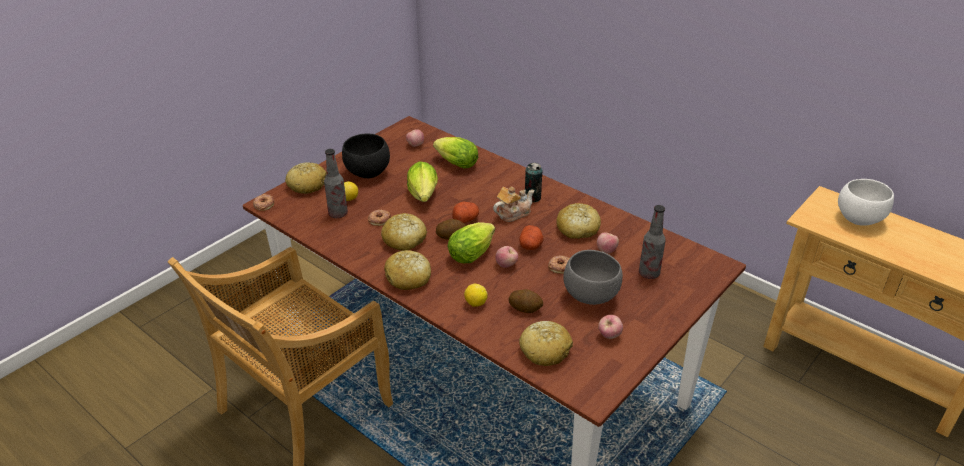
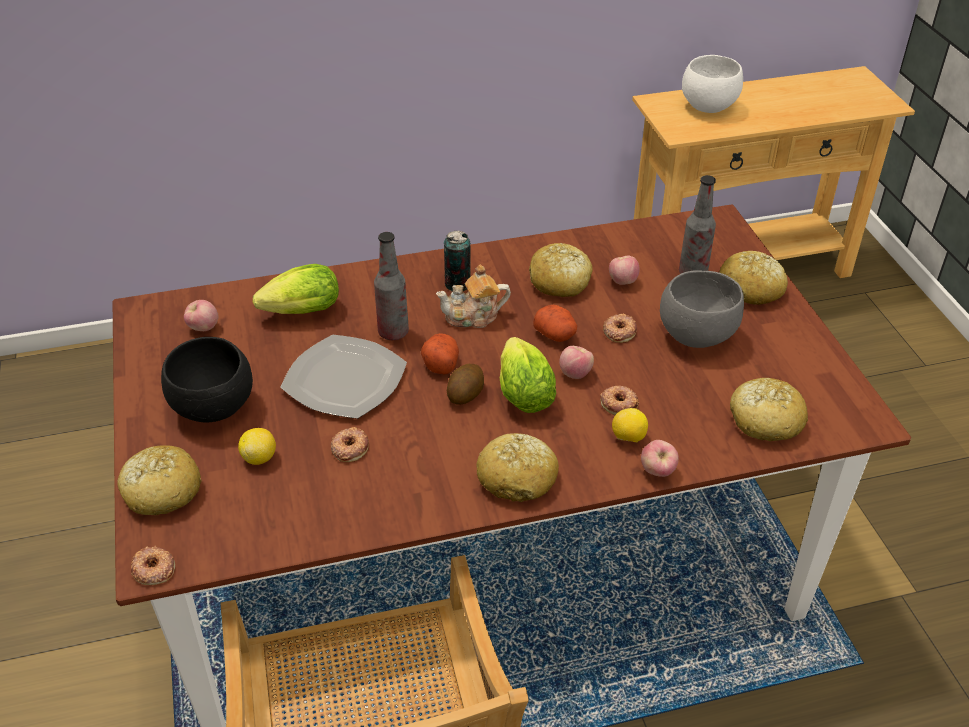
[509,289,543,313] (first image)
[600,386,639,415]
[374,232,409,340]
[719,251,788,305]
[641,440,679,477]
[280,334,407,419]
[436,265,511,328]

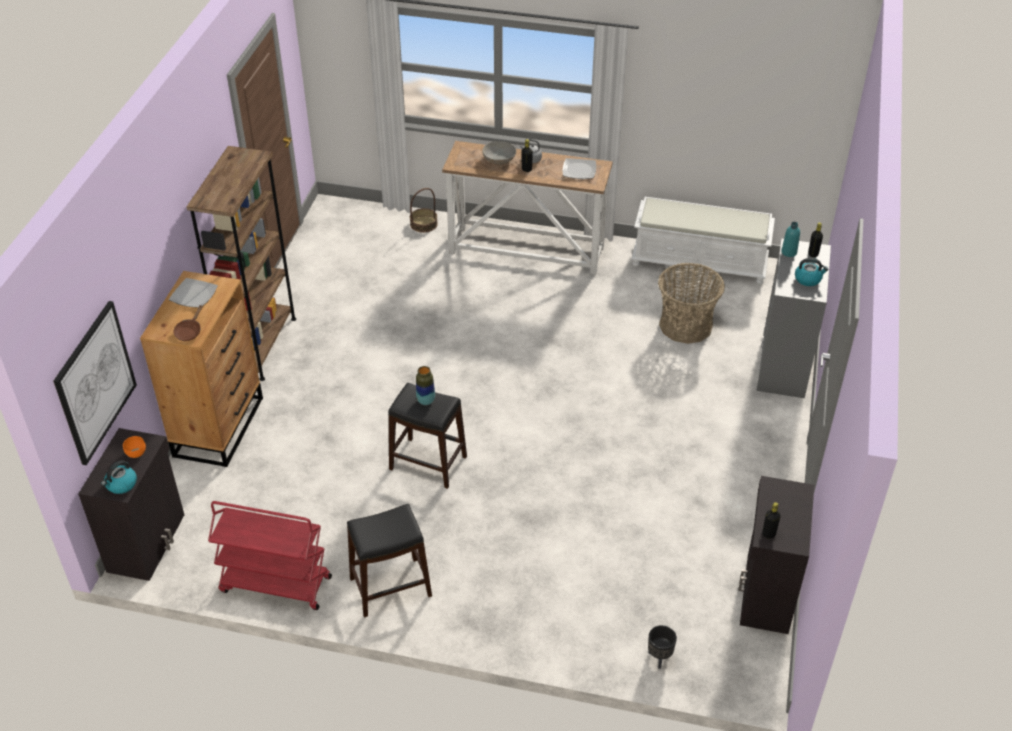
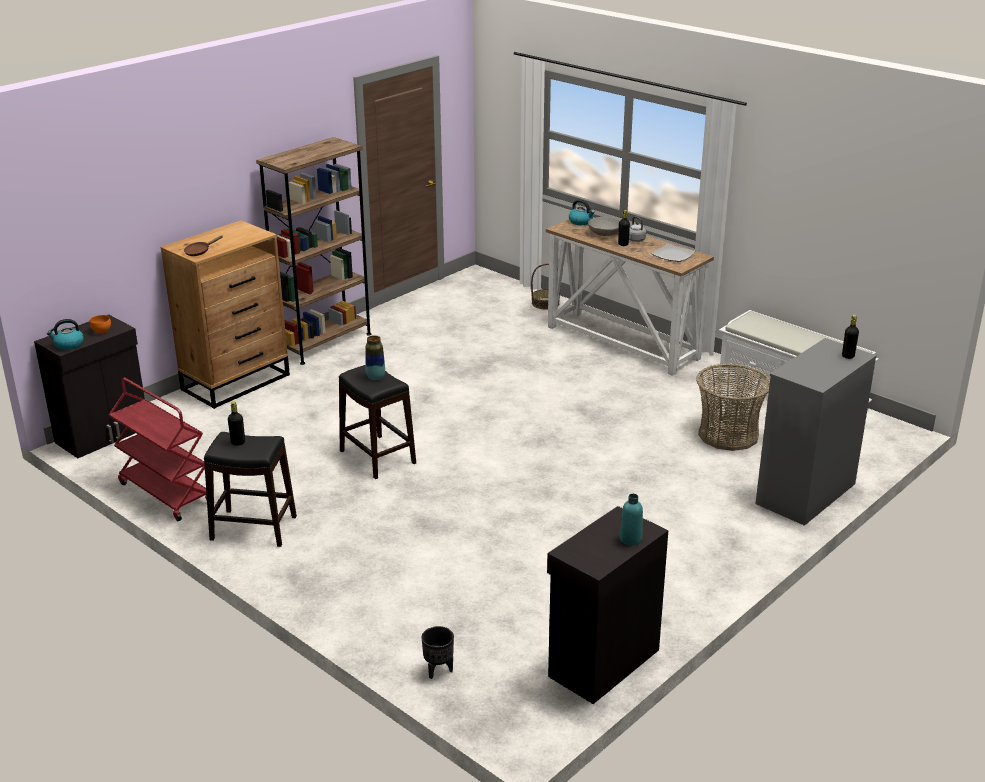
[53,301,137,465] (first image)
[169,278,218,308] (first image)
[228,402,245,446]
[620,494,643,546]
[569,199,595,225]

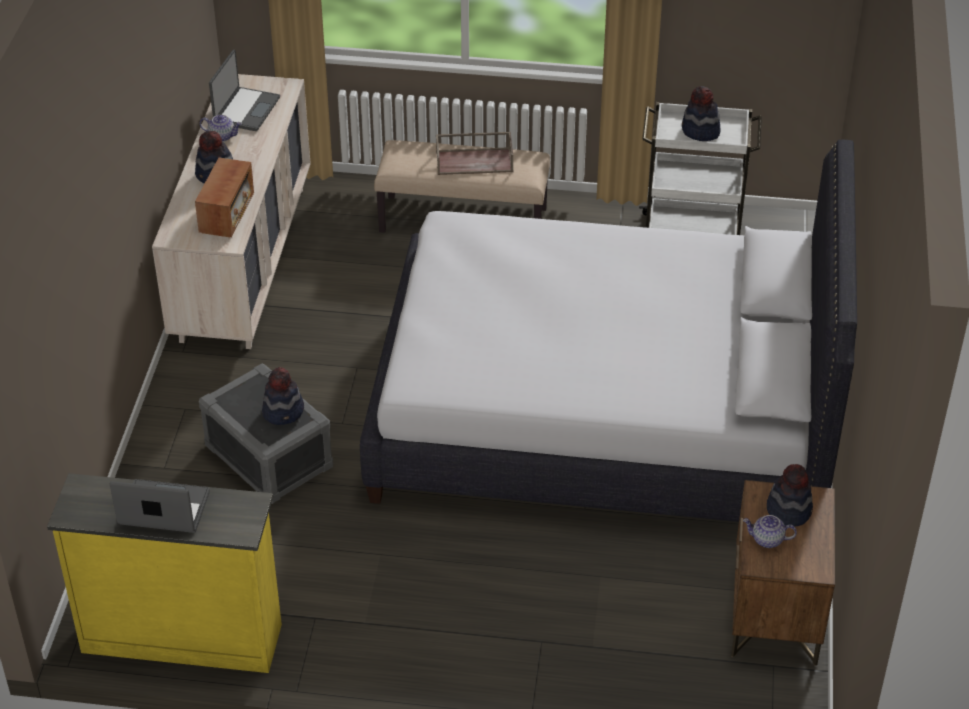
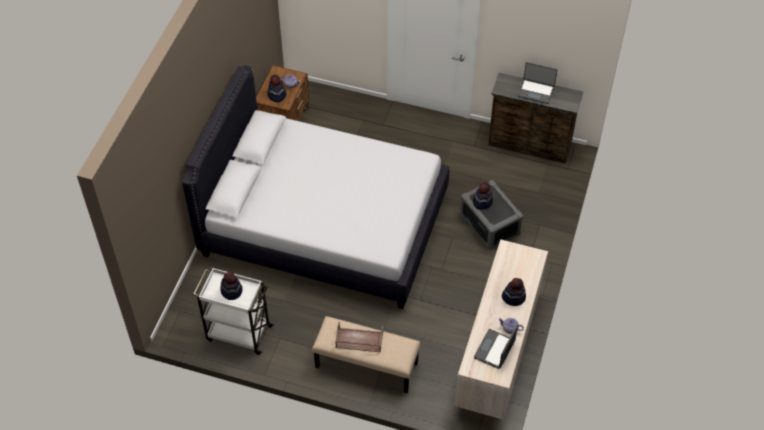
[195,158,254,237] (first image)
[488,73,583,164]

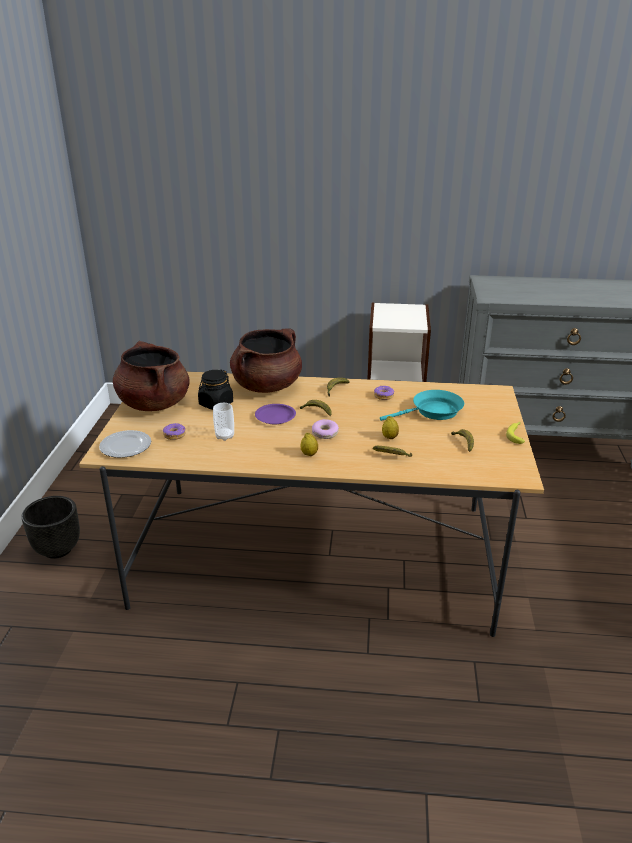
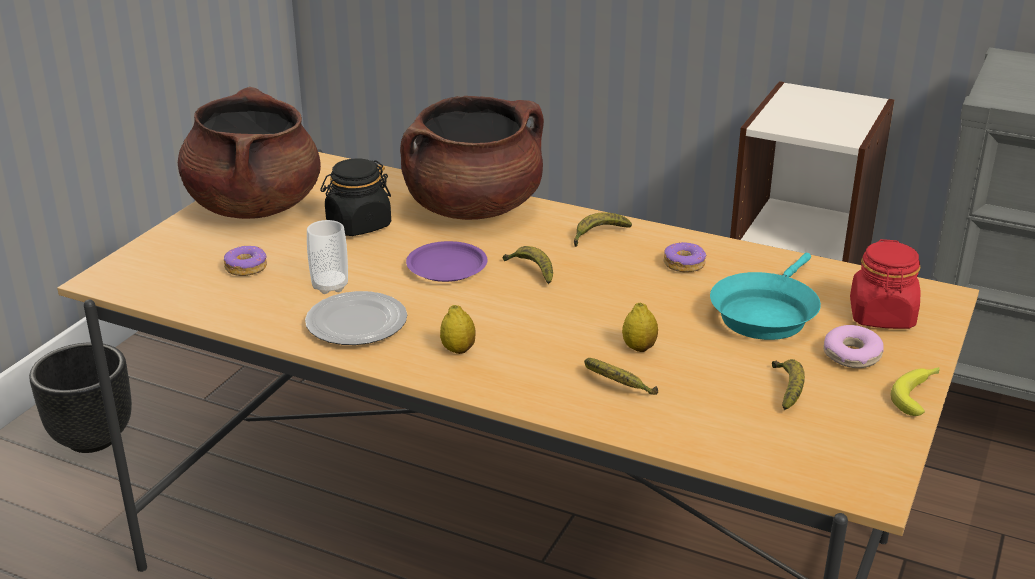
[850,239,920,329]
[305,291,407,345]
[823,325,884,368]
[710,253,821,340]

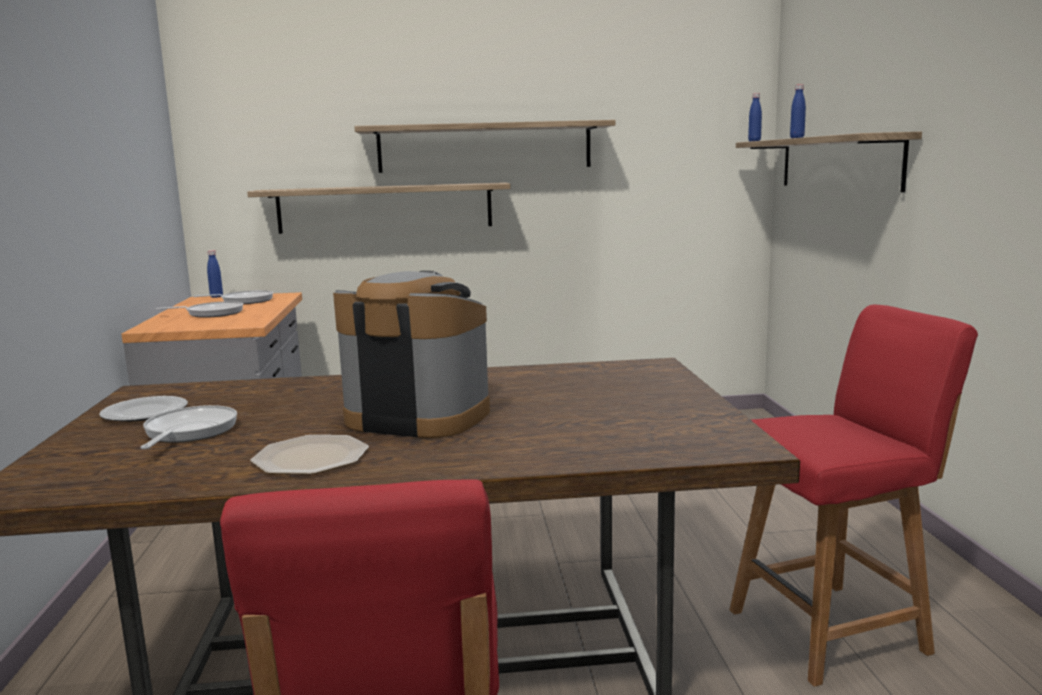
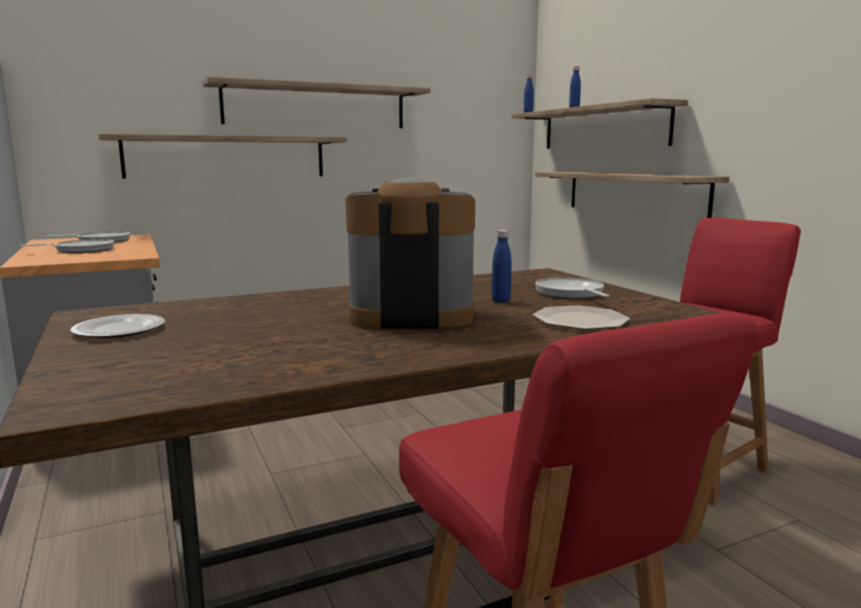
[535,172,730,218]
[535,277,610,299]
[492,230,512,303]
[533,305,630,330]

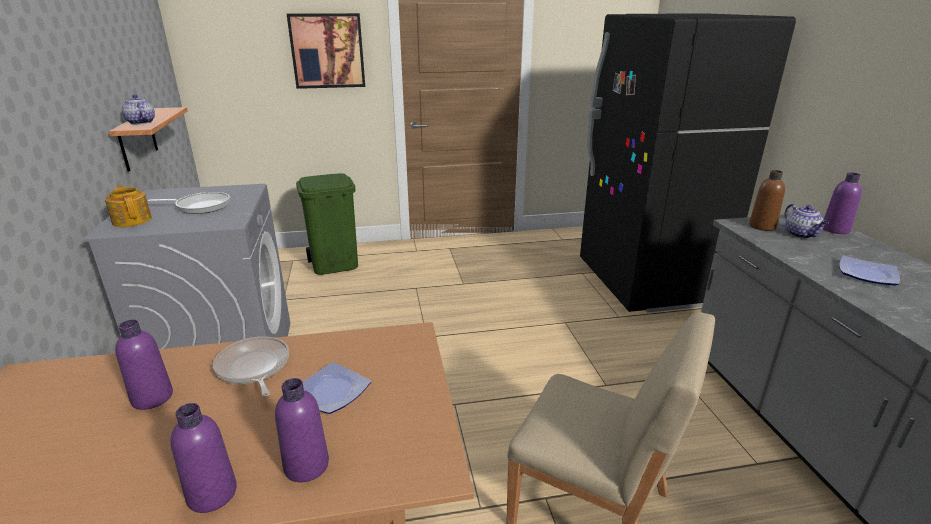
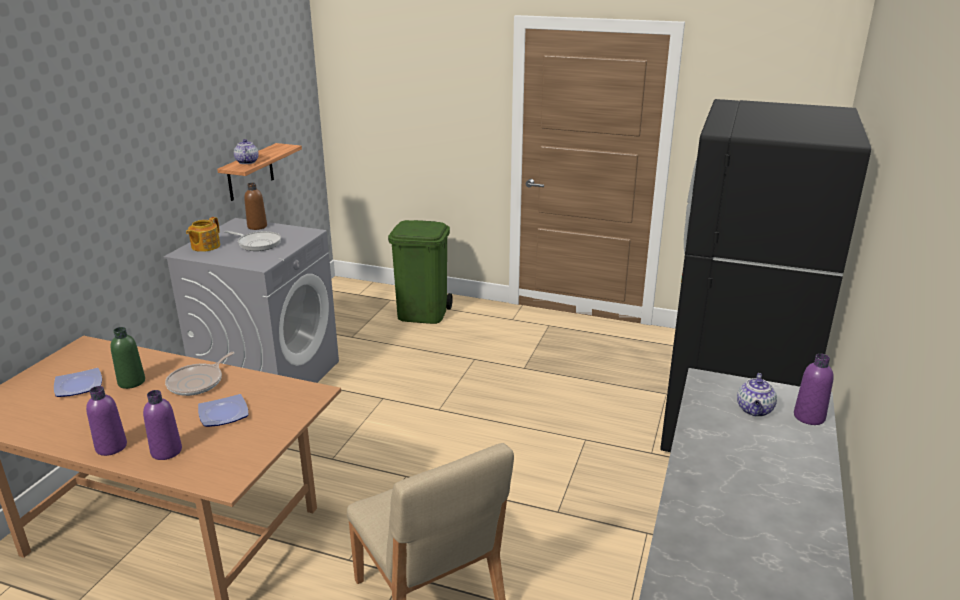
[287,13,365,89] (first image)
[244,183,267,230]
[54,368,102,397]
[111,327,145,389]
[186,217,220,252]
[165,352,235,396]

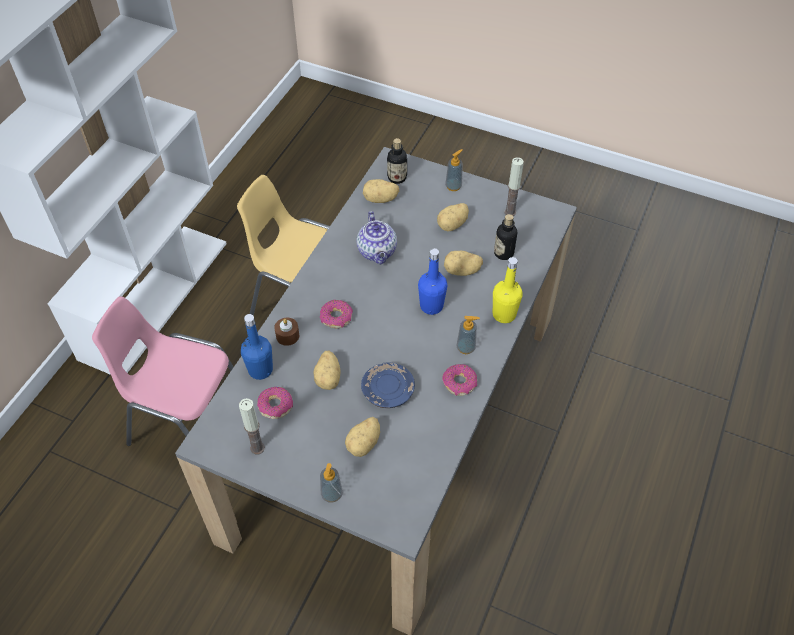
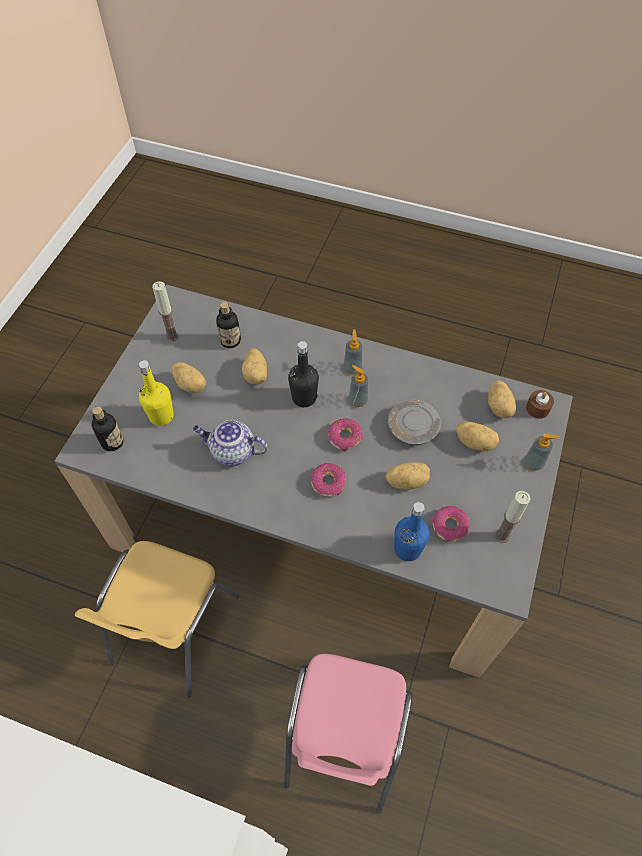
[526,390,554,419]
[488,380,516,418]
[328,419,363,451]
[349,365,368,407]
[139,360,174,426]
[388,399,441,445]
[288,341,319,407]
[193,420,268,466]

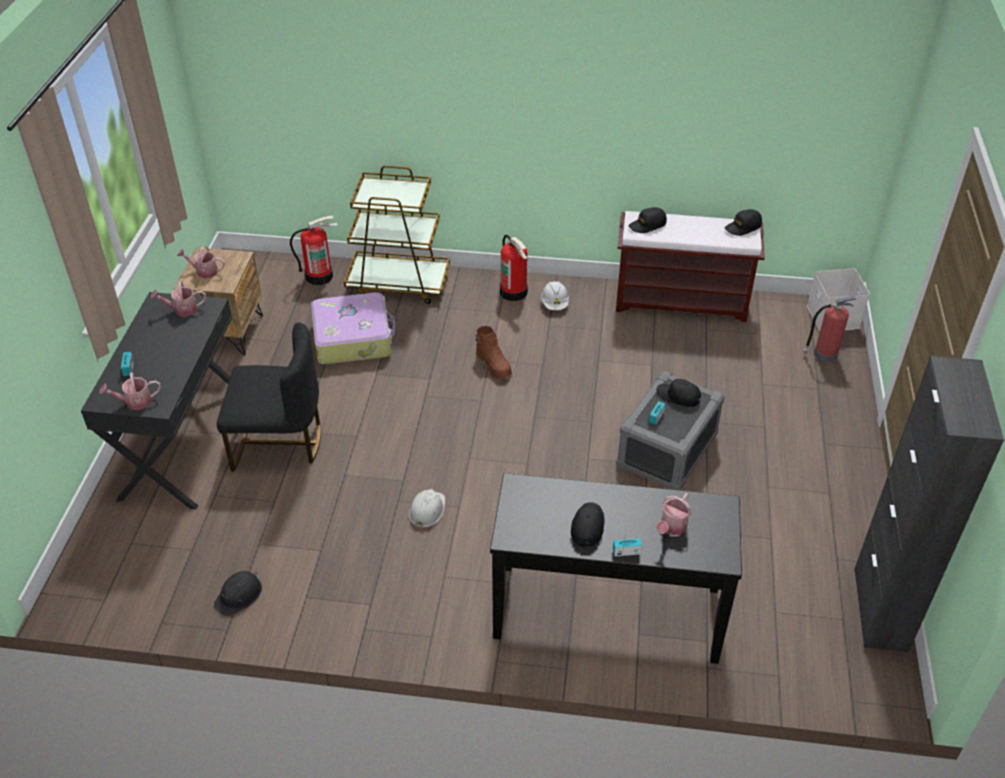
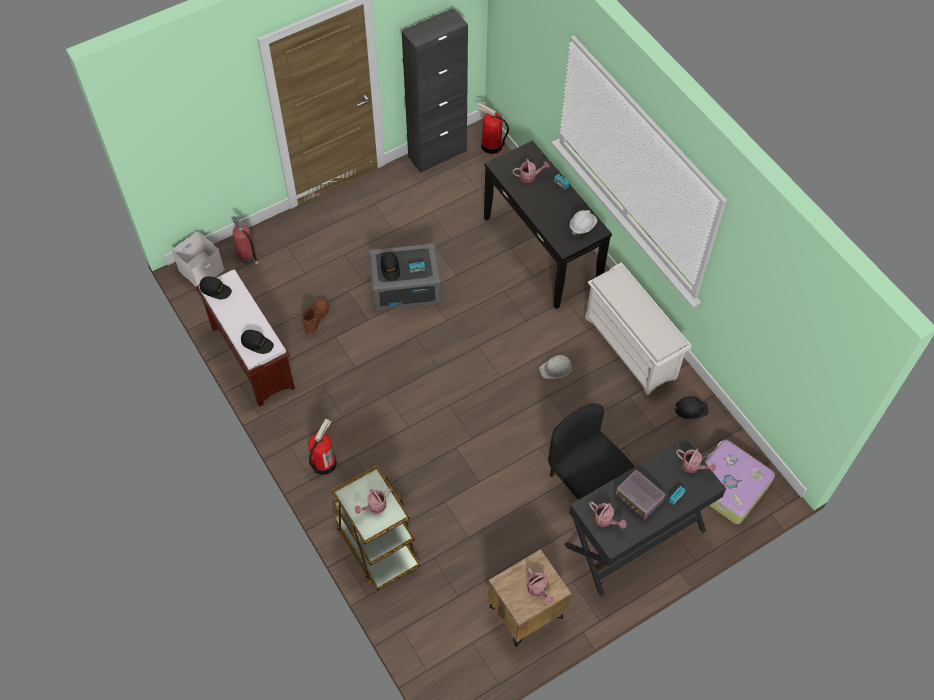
[571,502,605,547] (first image)
[355,488,392,514]
[585,262,692,395]
[615,470,666,520]
[476,103,509,154]
[702,440,775,524]
[301,299,329,334]
[570,210,598,235]

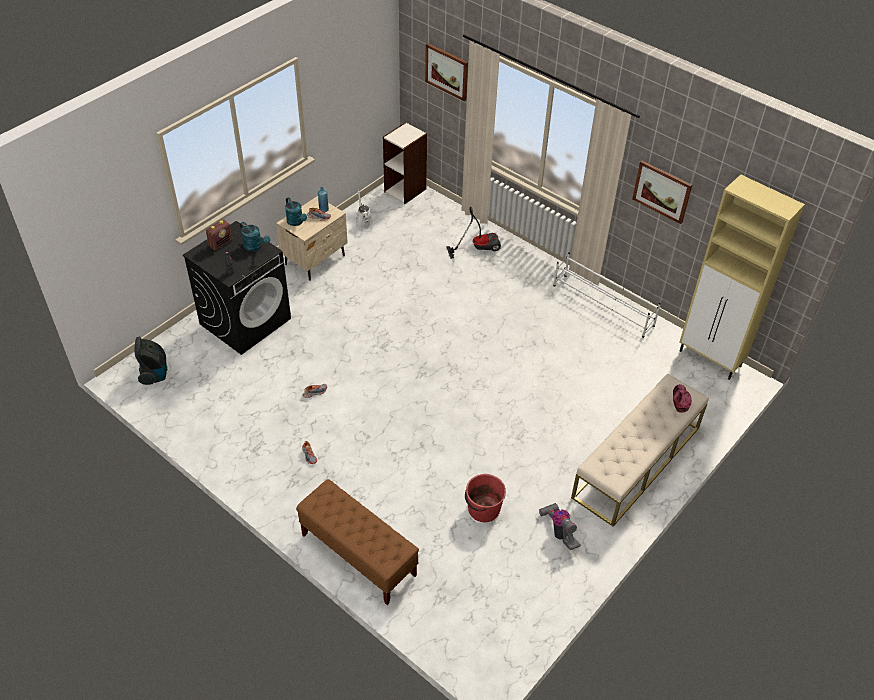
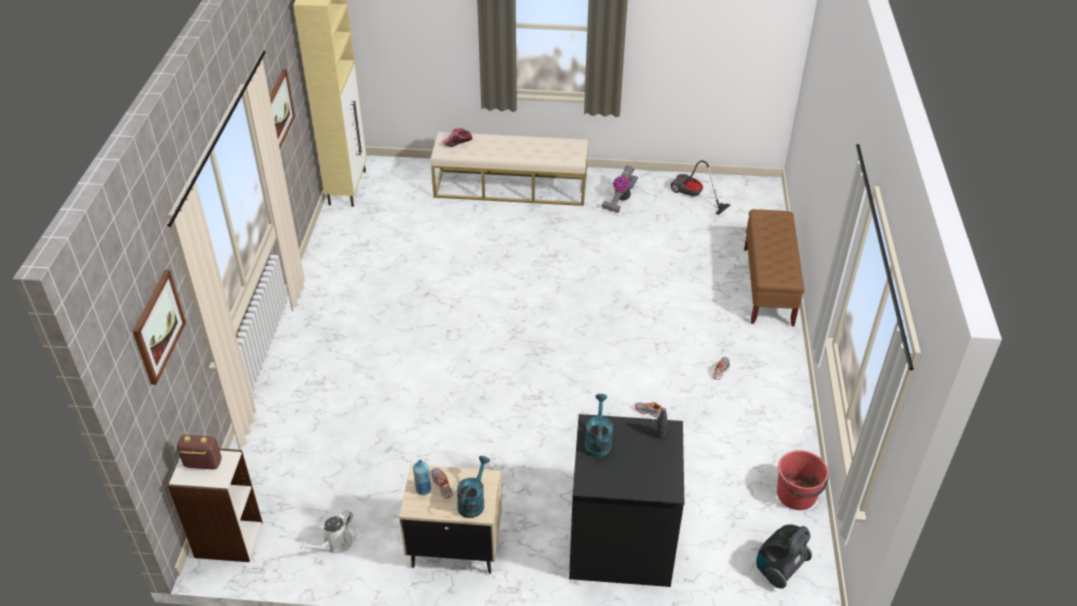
[553,252,661,338] (first image)
[177,435,222,470]
[670,160,730,215]
[777,450,829,510]

